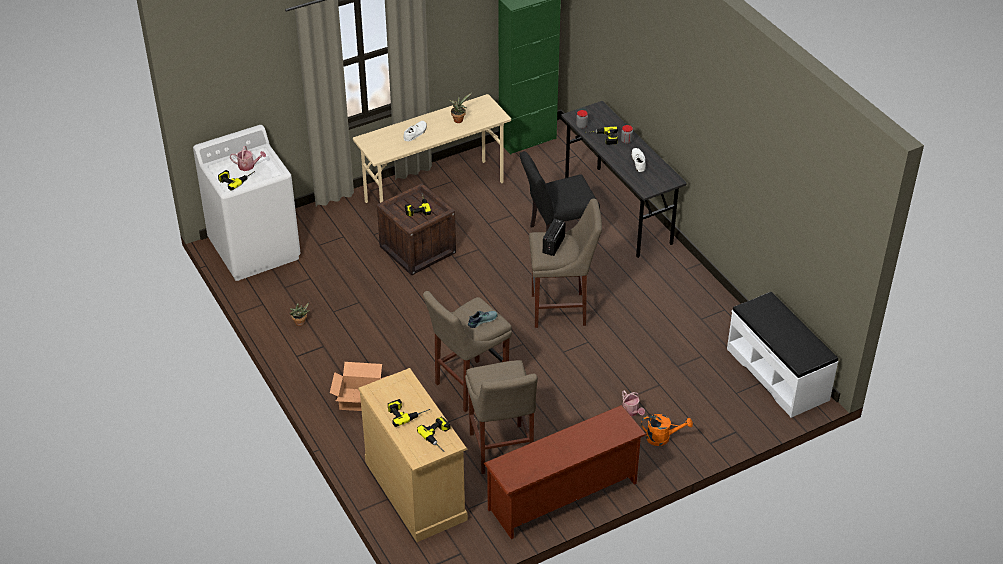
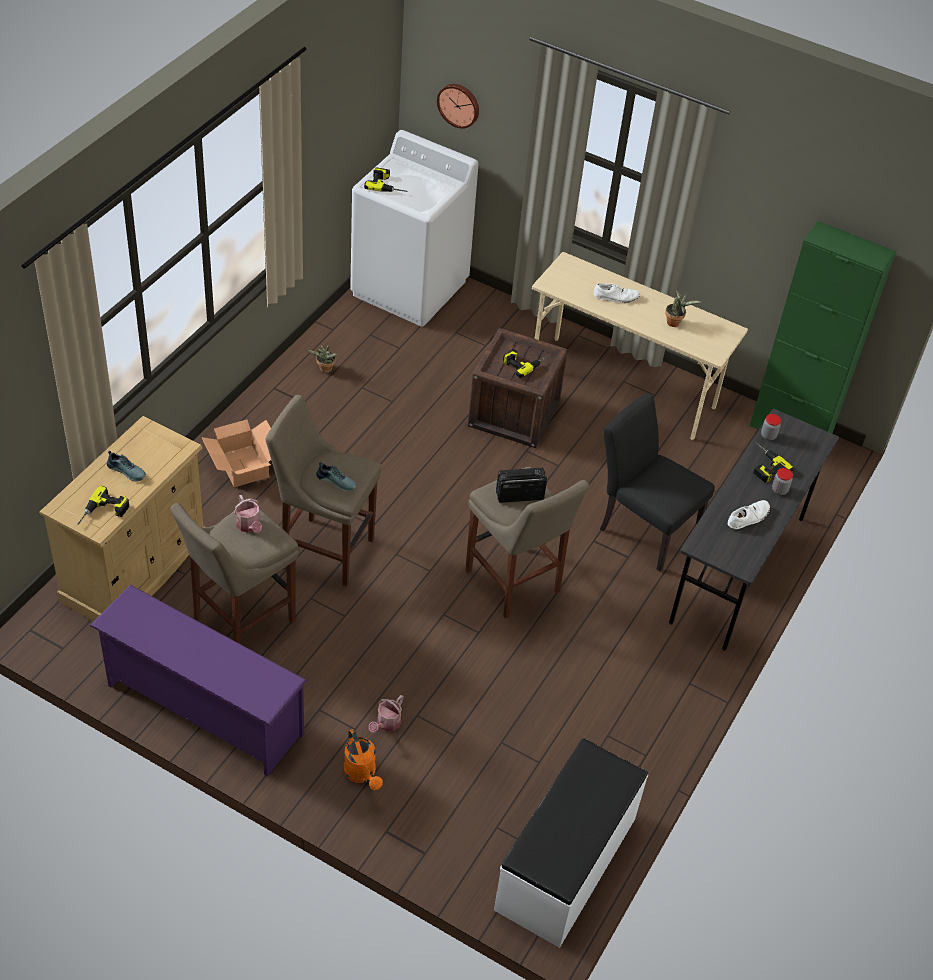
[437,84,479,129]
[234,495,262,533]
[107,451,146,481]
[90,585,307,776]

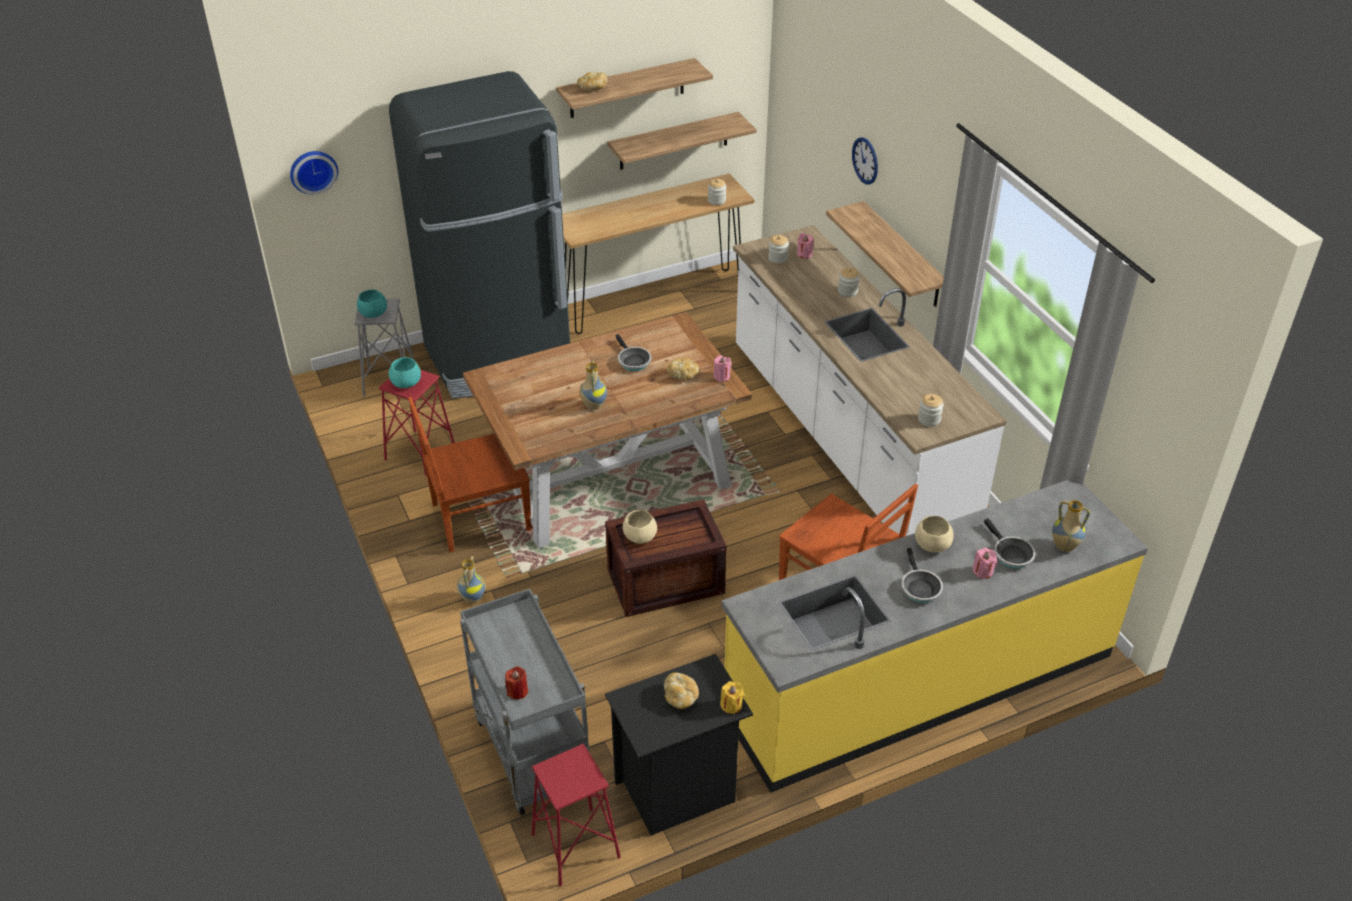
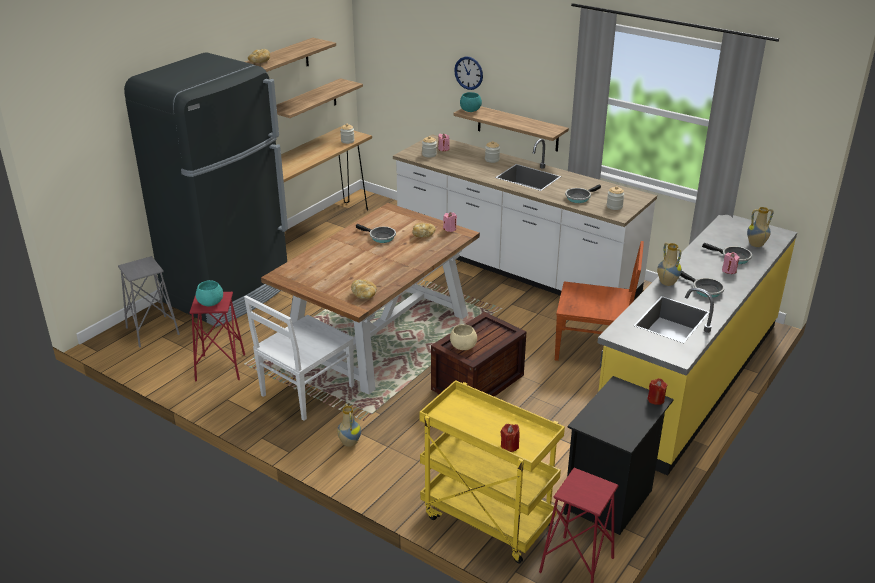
[290,151,338,195] (first image)
[915,516,954,552] (first image)
[565,184,601,203]
[460,92,482,112]
[657,243,682,286]
[351,279,377,299]
[244,295,354,421]
[419,380,565,564]
[648,378,667,405]

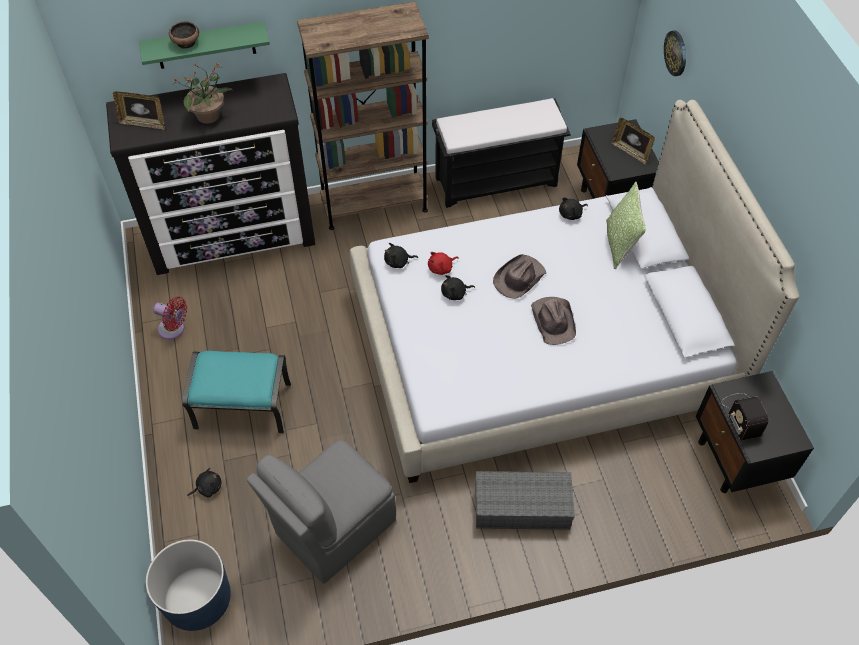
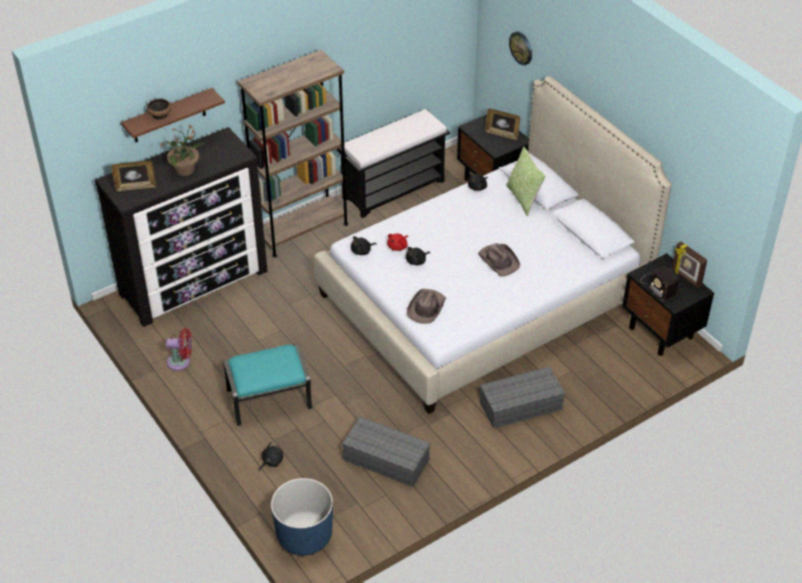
[672,242,707,288]
[407,289,447,324]
[342,416,431,487]
[121,88,225,142]

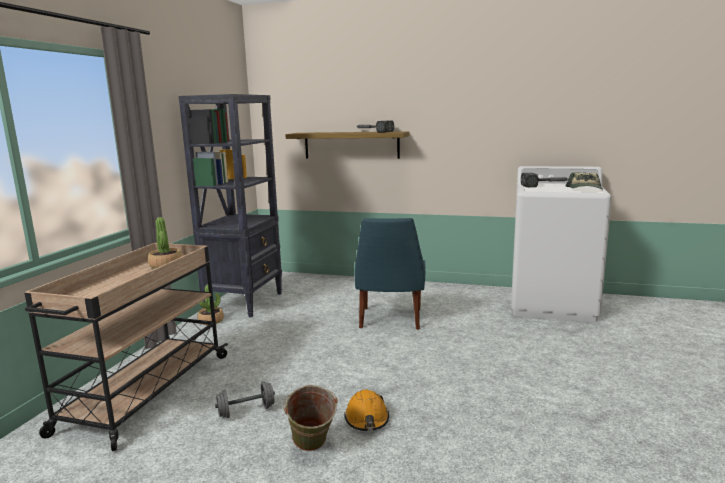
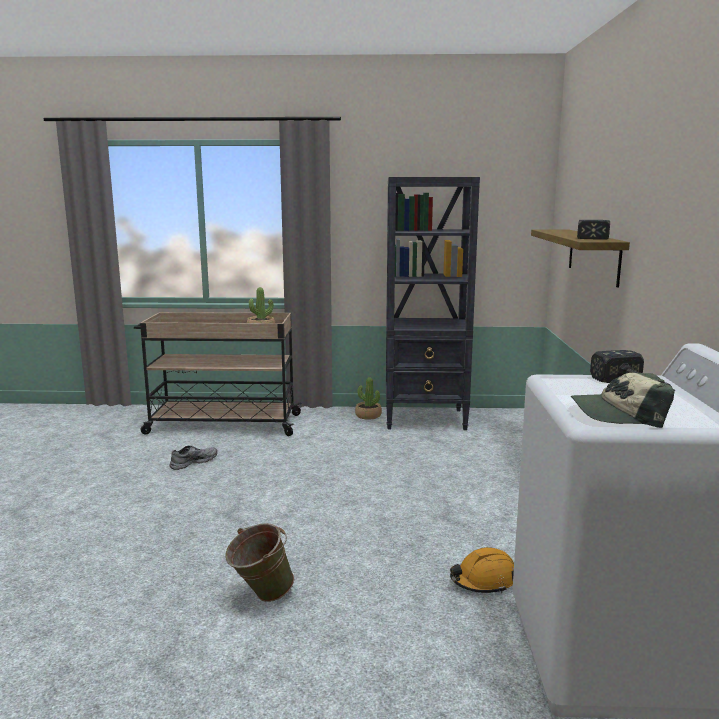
[355,218,425,330] (first image)
[225,523,294,602]
[450,547,514,593]
[170,446,217,470]

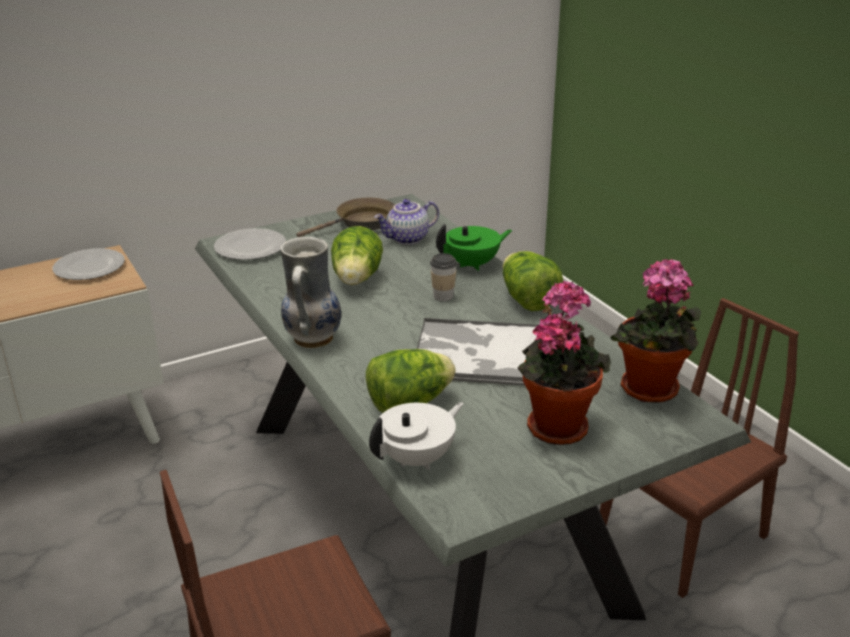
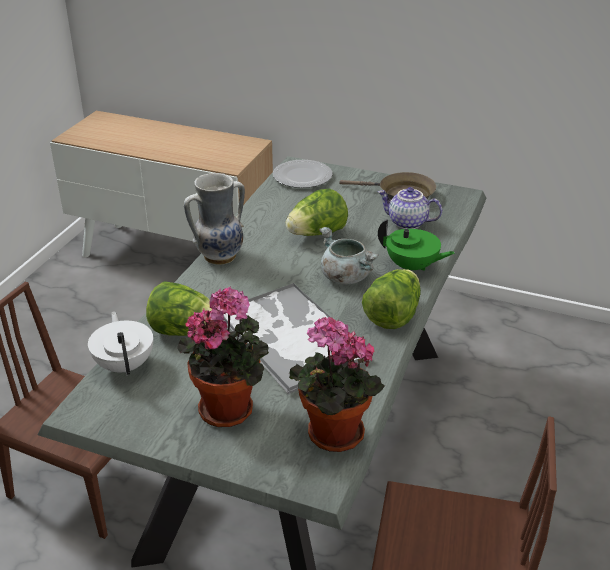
[53,248,125,280] (first image)
[319,227,378,285]
[88,311,153,376]

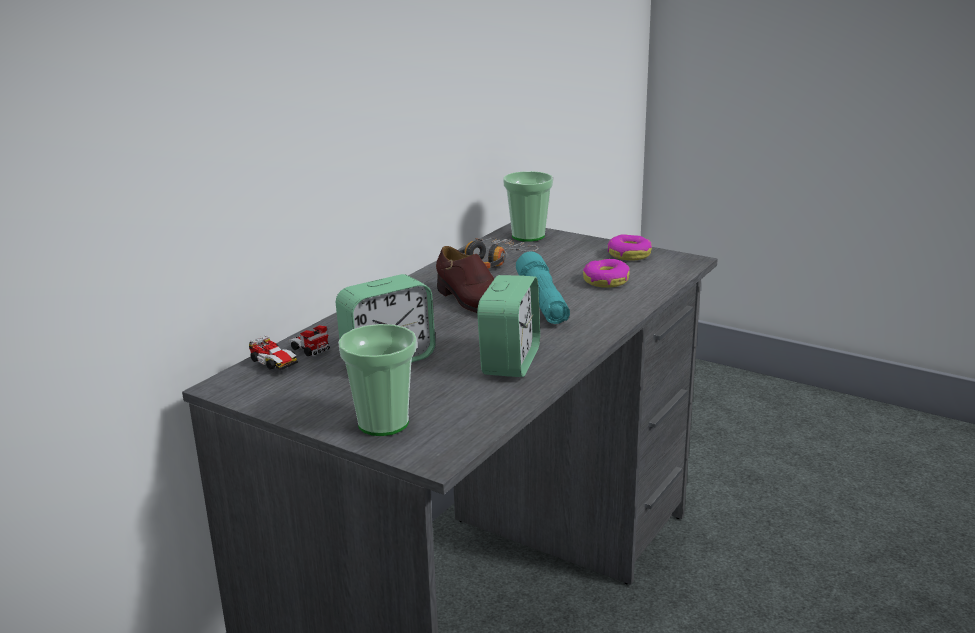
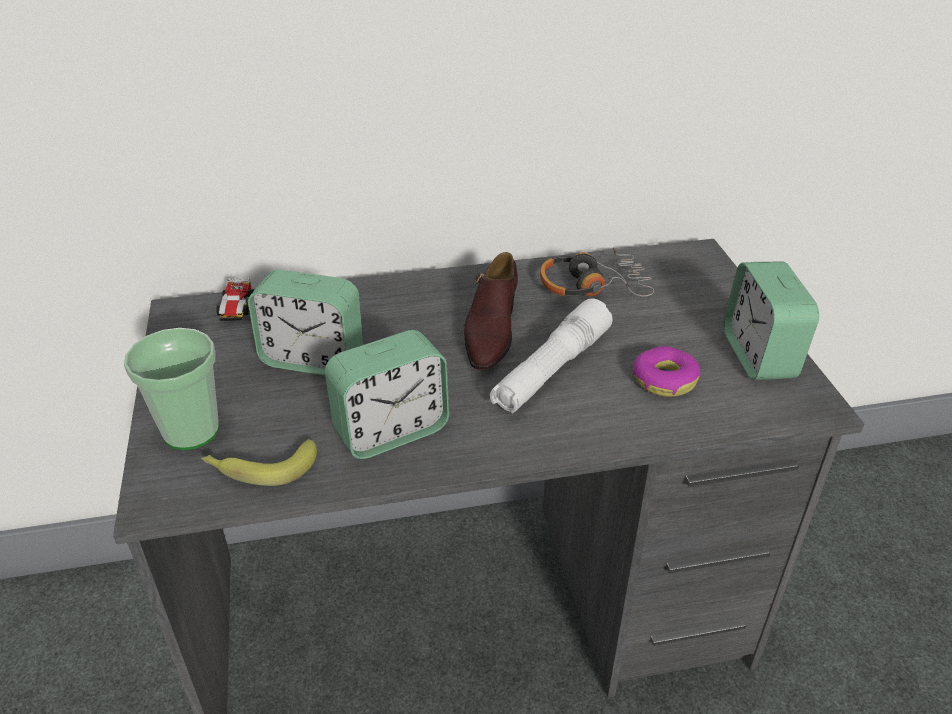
[503,171,553,242] (first image)
[201,439,317,486]
[724,262,819,380]
[490,298,612,414]

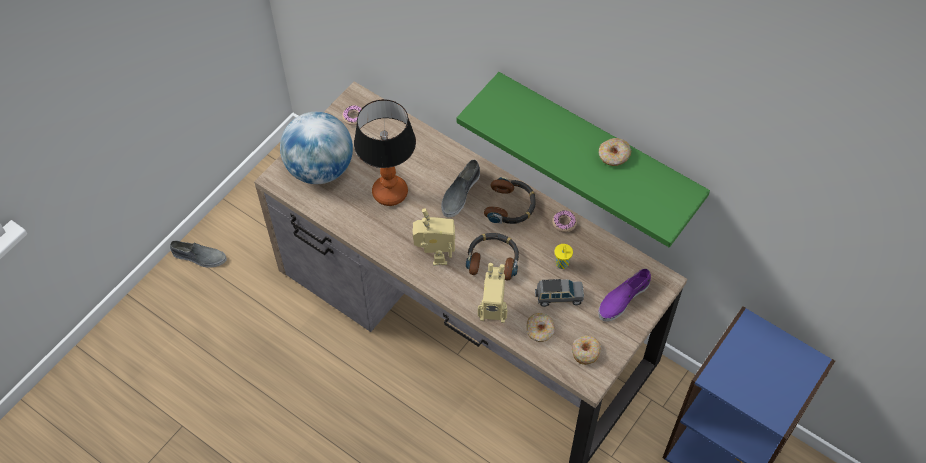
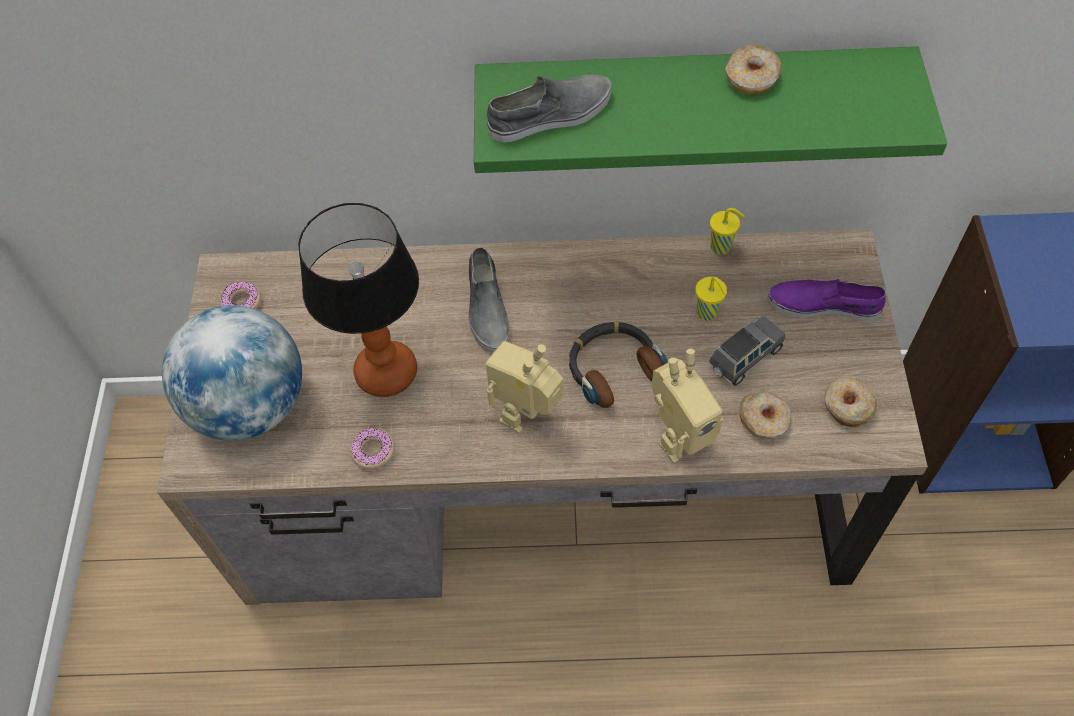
[484,177,536,224] (first image)
[710,208,745,254]
[487,75,611,143]
[350,428,395,469]
[485,341,564,434]
[767,279,886,321]

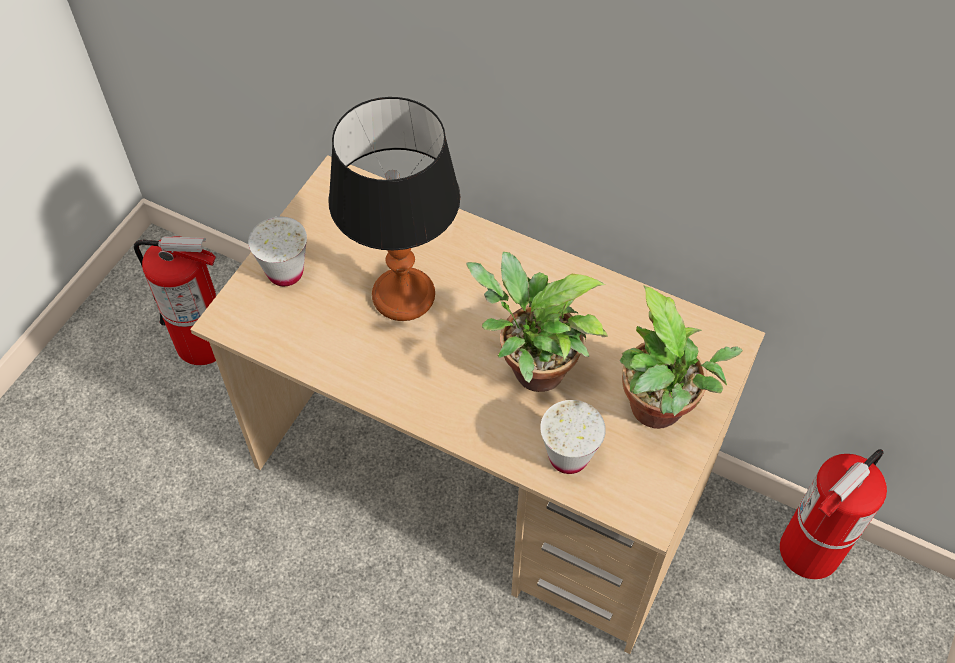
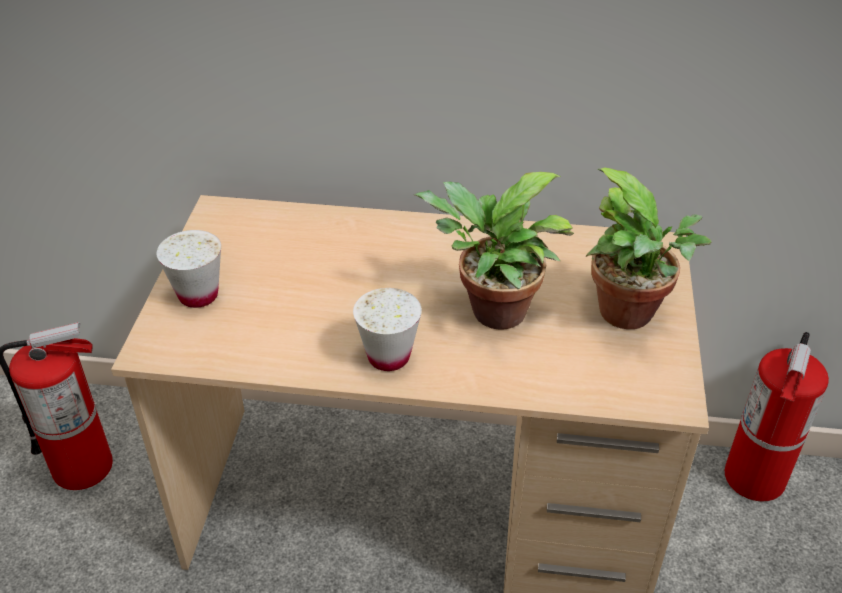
[328,97,460,321] (first image)
[353,288,422,371]

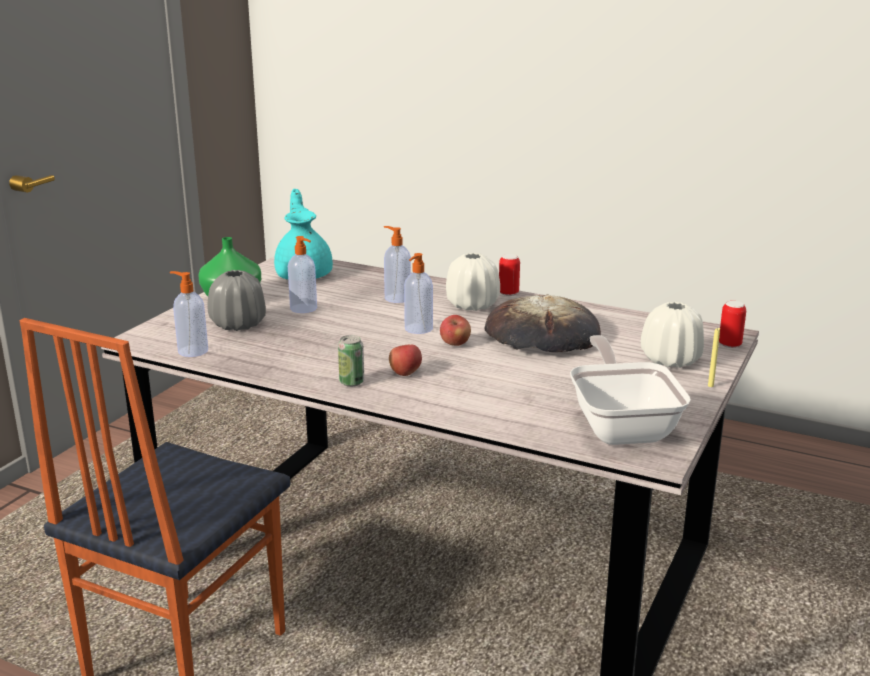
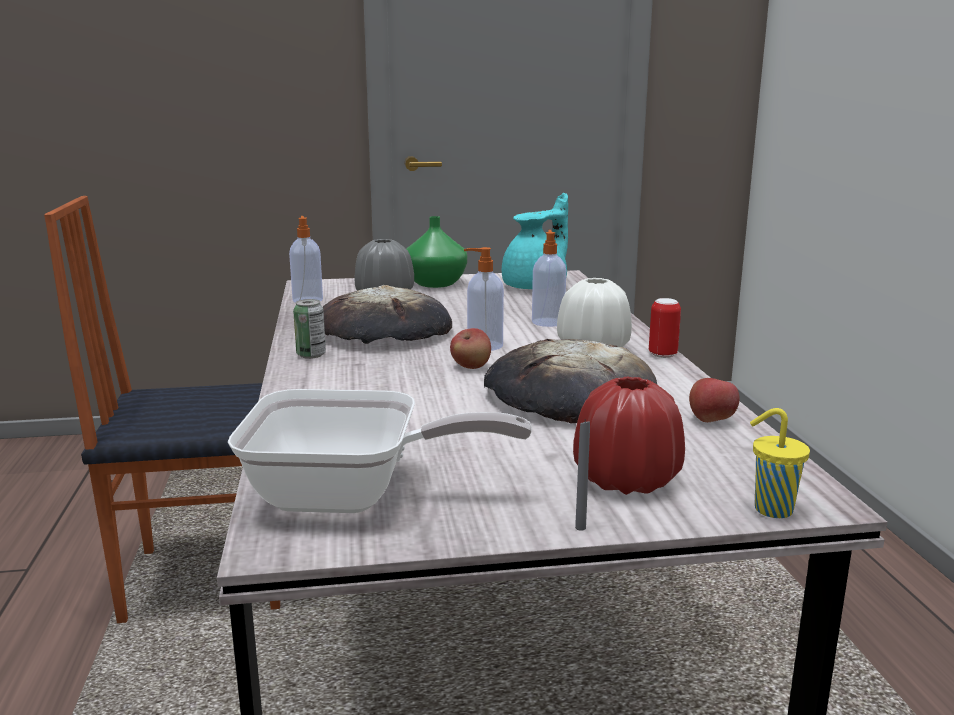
[288,236,317,313] (first image)
[323,285,452,344]
[689,378,740,422]
[750,408,810,518]
[573,377,685,495]
[575,420,590,531]
[228,389,532,513]

